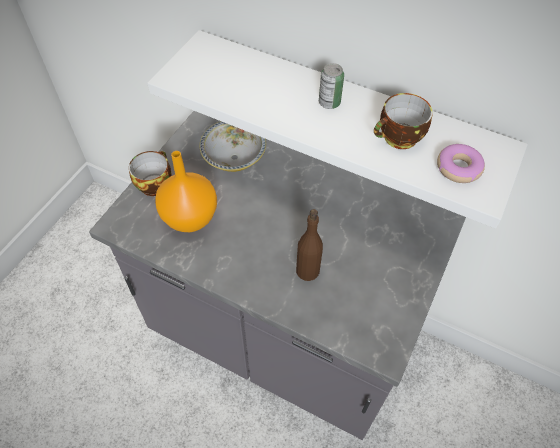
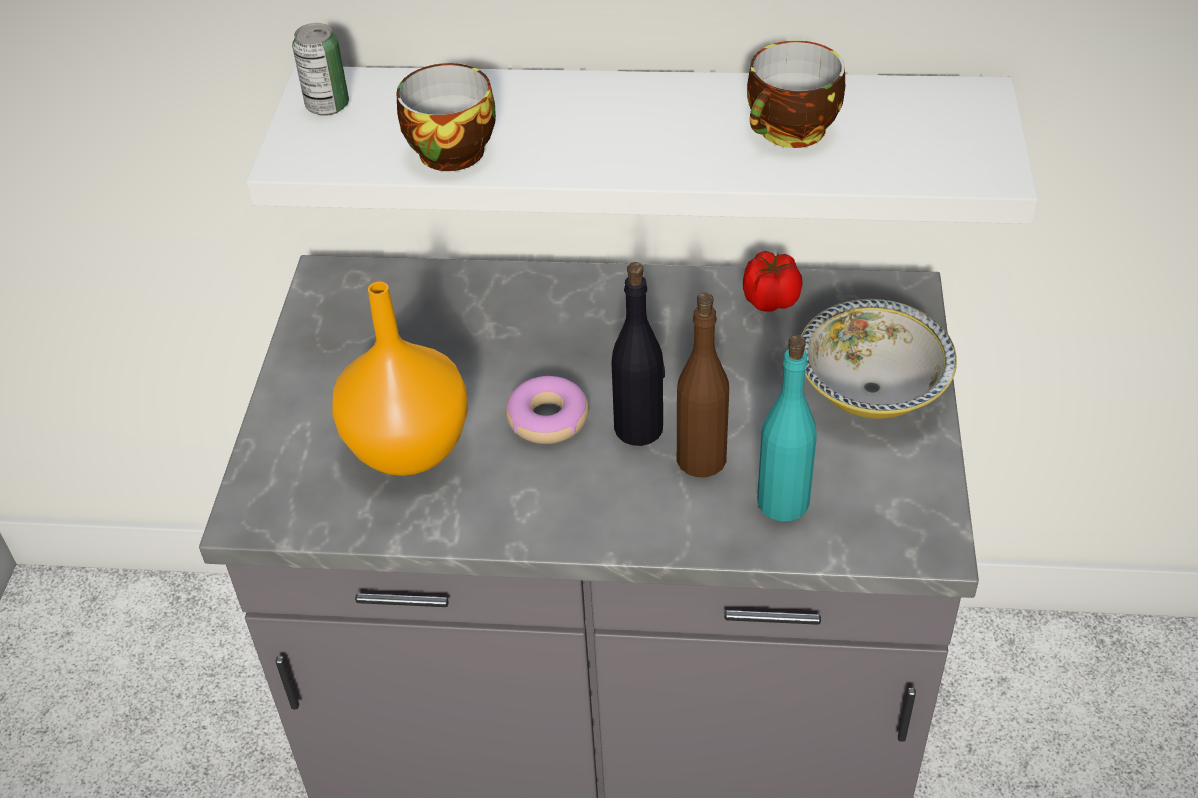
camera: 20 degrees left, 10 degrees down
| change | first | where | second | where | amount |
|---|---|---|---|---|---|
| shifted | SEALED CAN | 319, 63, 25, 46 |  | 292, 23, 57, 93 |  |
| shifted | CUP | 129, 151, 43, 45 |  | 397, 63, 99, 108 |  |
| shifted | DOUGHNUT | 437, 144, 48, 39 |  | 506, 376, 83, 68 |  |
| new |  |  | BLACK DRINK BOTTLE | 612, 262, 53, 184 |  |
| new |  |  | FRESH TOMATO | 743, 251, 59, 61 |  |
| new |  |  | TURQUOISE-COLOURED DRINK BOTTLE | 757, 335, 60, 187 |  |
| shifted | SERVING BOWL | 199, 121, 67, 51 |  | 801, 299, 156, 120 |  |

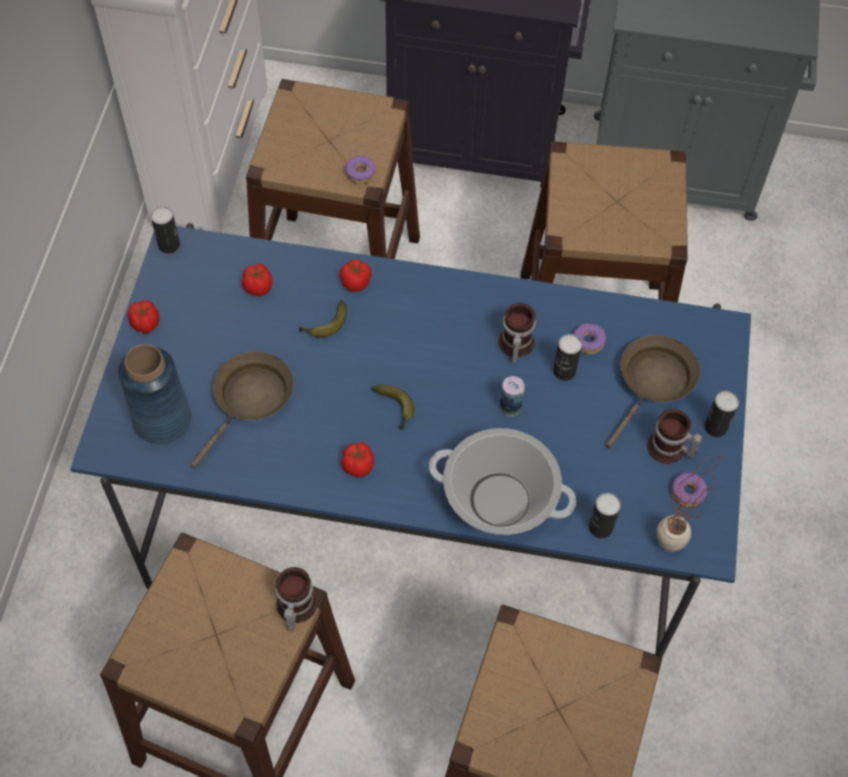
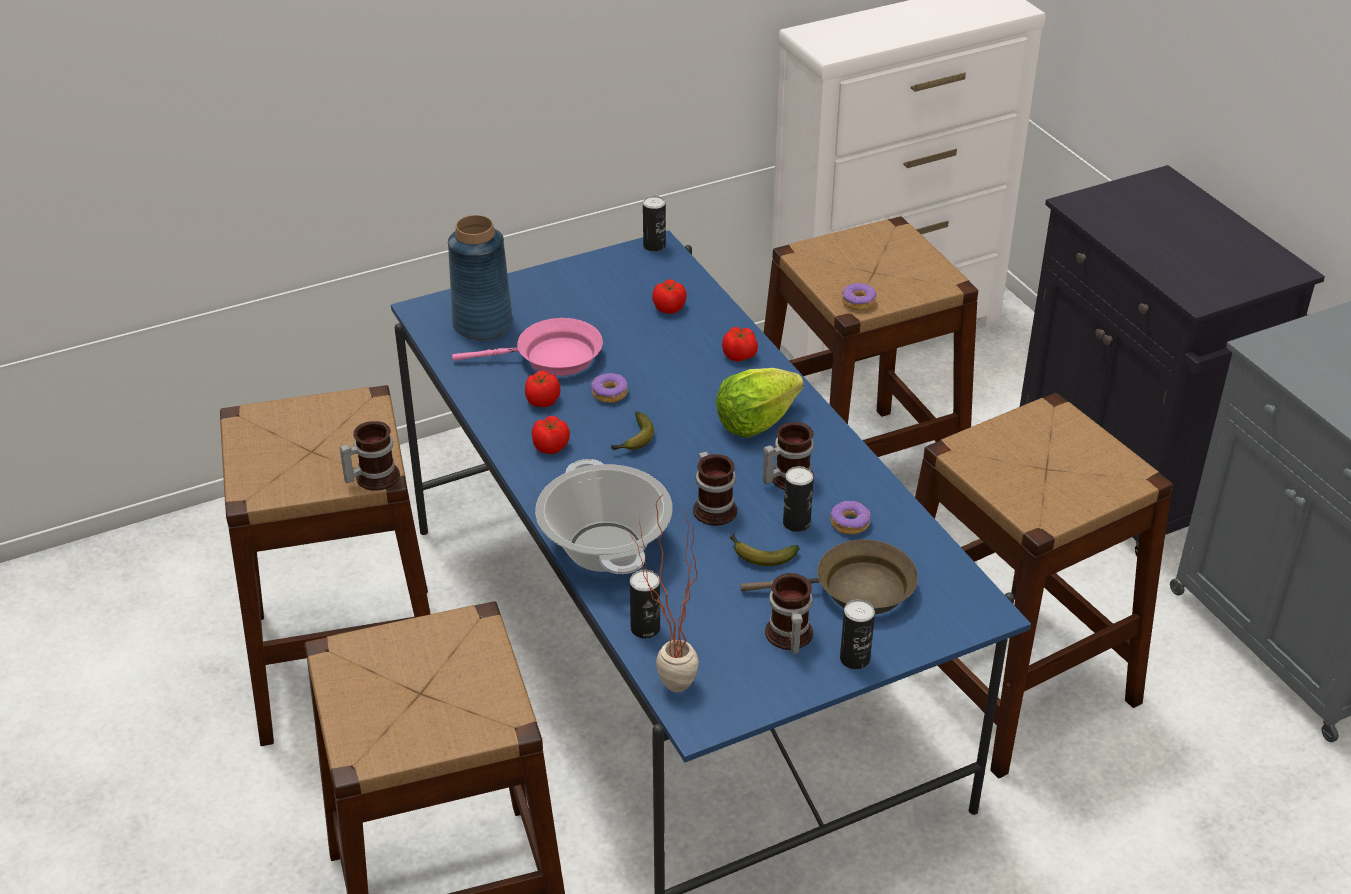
camera: 55 degrees right, 20 degrees down
| change | first | where | second | where | amount |
|---|---|---|---|---|---|
| repainted | BROWN PAN | 190, 351, 104, 118 | PINKISH PAN | 452, 318, 151, 58 |  |
| shifted | FRESH TOMATO | 128, 300, 31, 33 |  | 525, 371, 35, 36 |  |
| shifted | DOUGHNUT | 672, 473, 35, 34 |  | 591, 373, 37, 30 |  |
| swapped | SEALED CAN | 500, 376, 25, 40 | COFFEE MUG | 693, 451, 44, 75 |  |
| new |  |  | LETTUCE HEAD | 716, 368, 88, 70 |  |
| shifted | BANANA FRUIT | 299, 300, 48, 38 |  | 730, 533, 70, 33 |  |

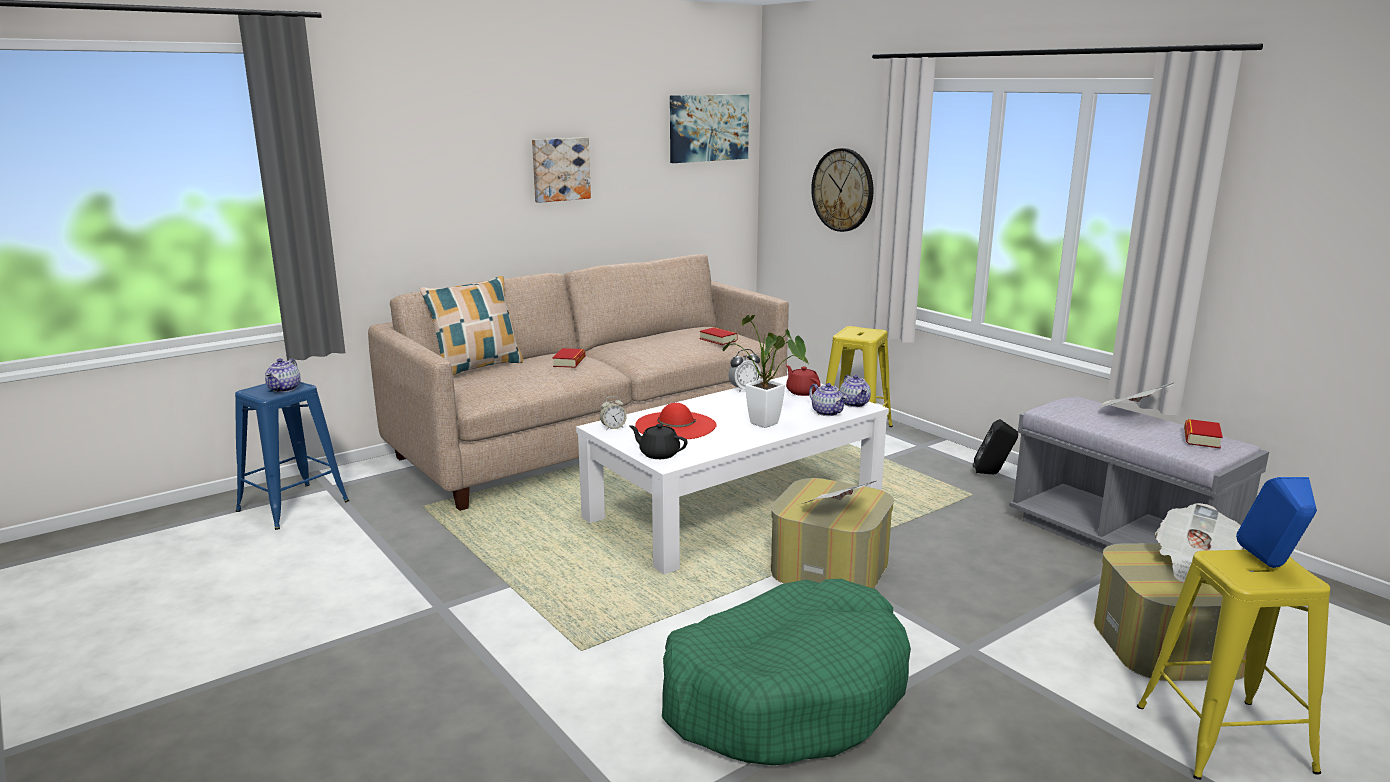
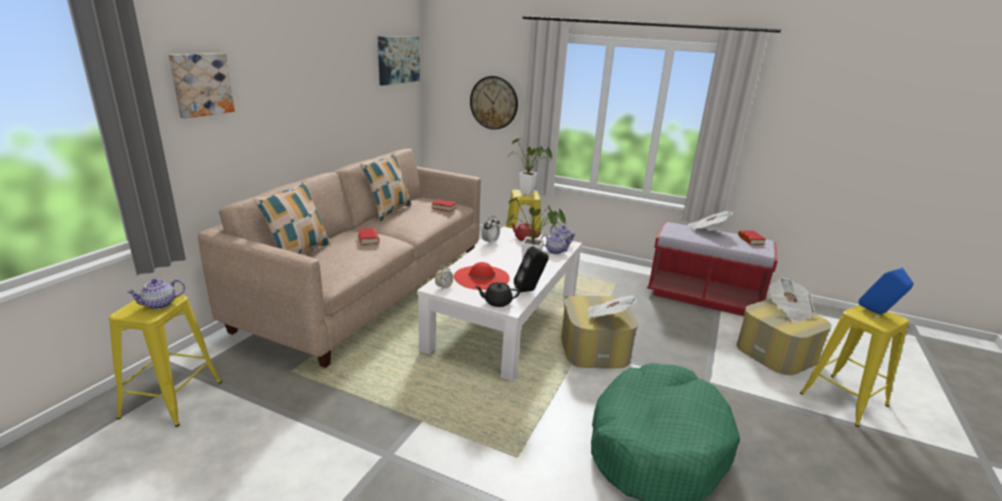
camera: 30 degrees left, 5 degrees up
| change | first | where | second | where | amount |
|---|---|---|---|---|---|
| repainted | BLUE STOOL SEAT | 235, 382, 114, 148 | YELLOW-COLOURED STOOL SEAT | 109, 295, 113, 132 |  |
| rotated | TEAPOT | 265, 358, 35, 34 |  | 126, 279, 59, 30 | 75 degrees clockwise |
| shifted | WALL PICTURE | 532, 137, 59, 66 |  | 169, 53, 66, 66 |  |
| new |  |  | THROW PILLOW | 360, 152, 52, 69 |  |
| new |  |  | HOUSEPLANT | 509, 138, 43, 57 |  |
| shifted | BLACK AUDIO SPEAKER | 973, 419, 45, 55 |  | 514, 246, 35, 46 |  |
| repainted | GREYISH BENCH | 1009, 396, 260, 158 | REDDISH BENCH | 647, 222, 131, 94 |  |

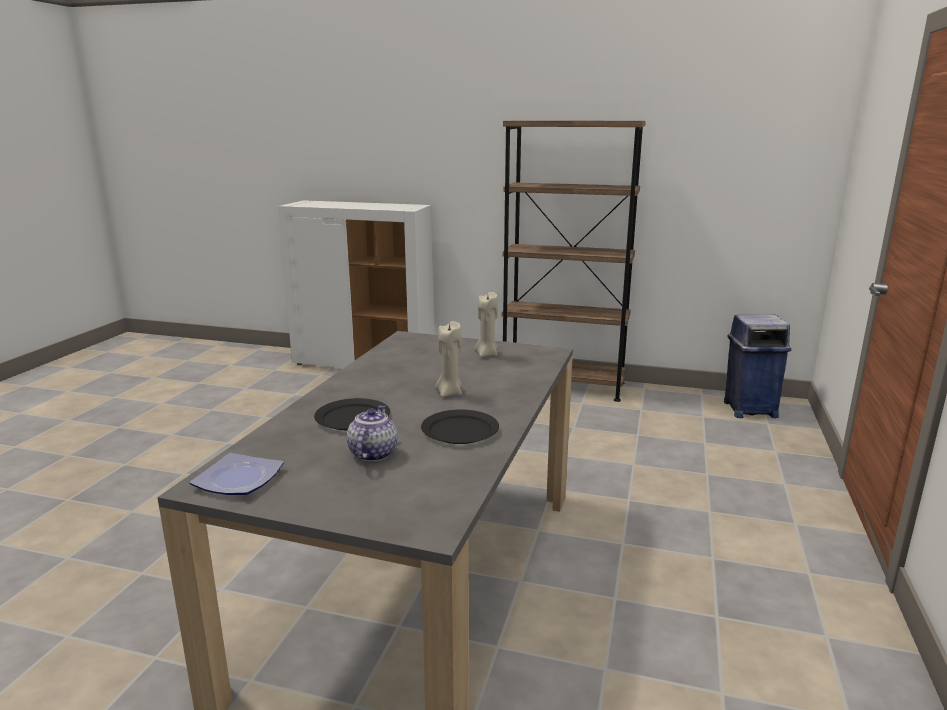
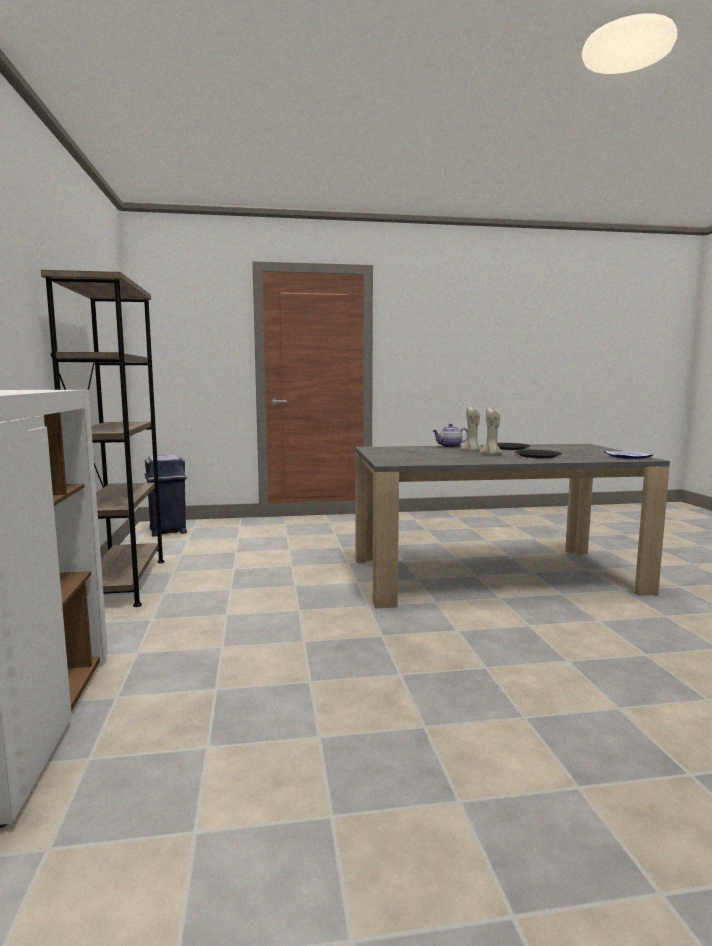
camera: 115 degrees left, 10 degrees down
| change | first | where | second | where | amount |
|---|---|---|---|---|---|
| shifted | TEAPOT | 347, 405, 50, 57 |  | 432, 424, 35, 24 |  |
| shifted | BEIGE-COLOURED WAX LIGHT | 474, 292, 24, 65 |  | 480, 408, 23, 47 |  |

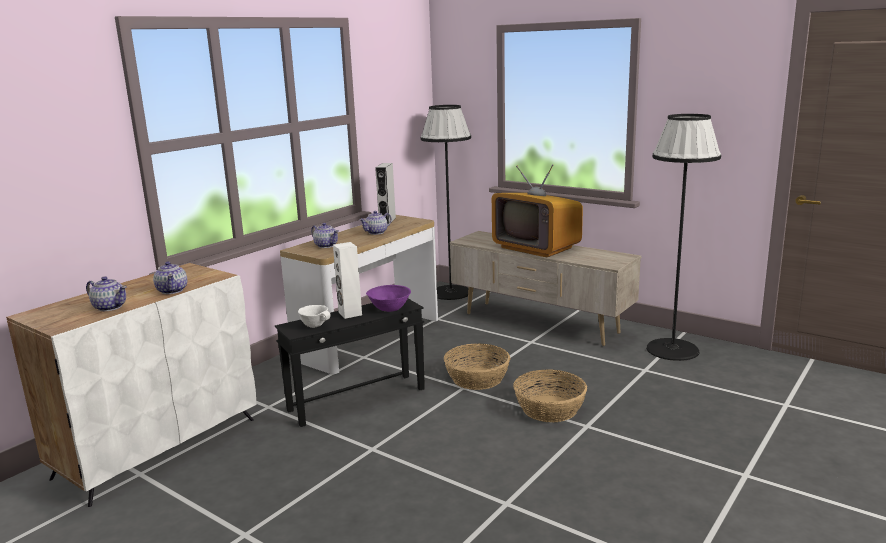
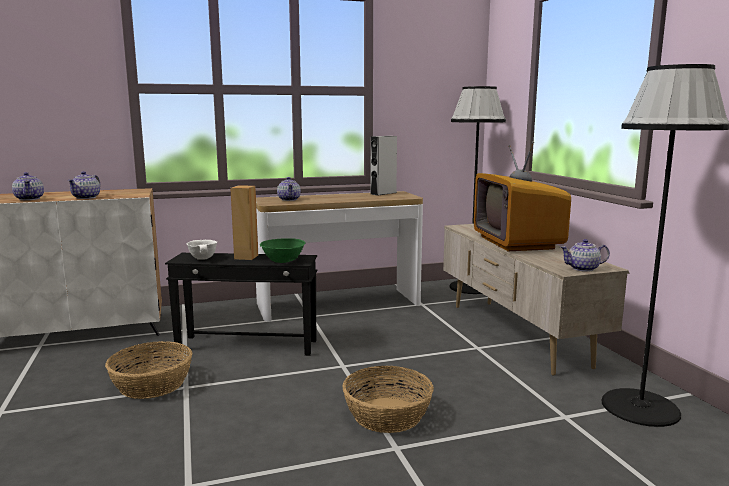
camera: 35 degrees right, 5 degrees down
| change | first | where | second | where | amount |
|---|---|---|---|---|---|
| shifted | BASKET | 444, 343, 66, 47 |  | 105, 341, 87, 58 |  |
| repainted | WHITISH AUDIO SPEAKER | 333, 242, 29, 77 | BROWN AUDIO SPEAKER | 230, 185, 28, 75 |  |
| repainted | PURPLE-COLOURED SERVING BOWL | 366, 285, 45, 27 | GREEN-COLOURED SERVING BOWL | 260, 238, 46, 25 |  |
| shifted | TEAPOT | 359, 211, 33, 24 |  | 560, 239, 50, 33 |  |

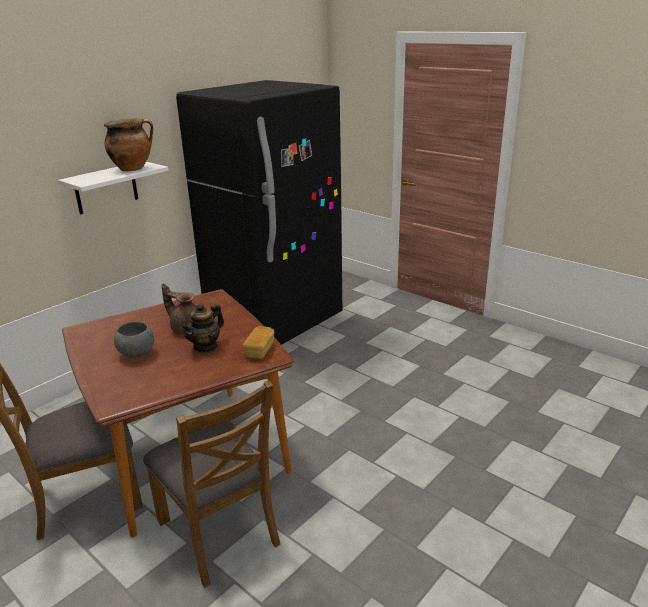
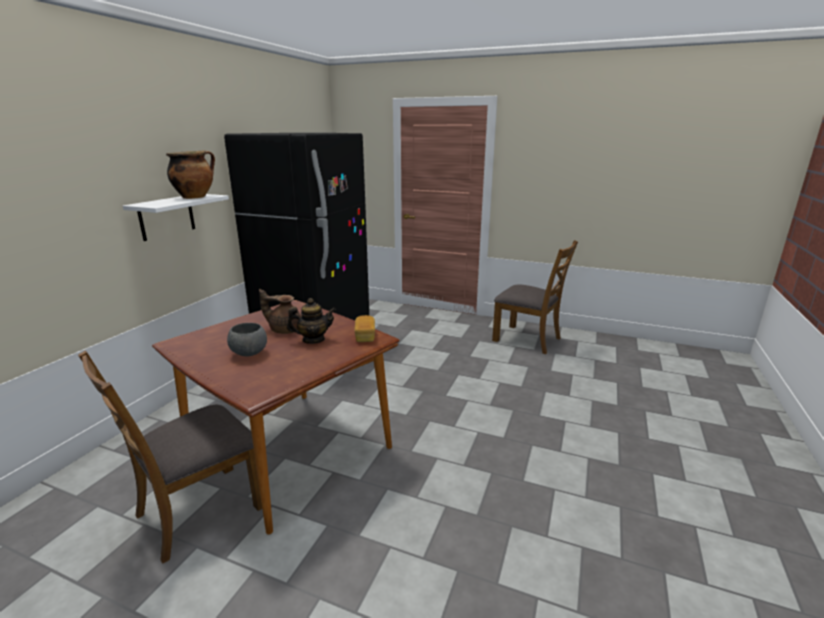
camera: 20 degrees left, 5 degrees down
| change | first | where | second | where | amount |
|---|---|---|---|---|---|
| rotated | TEAPOT | 180, 303, 44, 50 |  | 286, 298, 50, 46 | 120 degrees counterclockwise |
| shifted | BROWN PLAIN CHAIR | 143, 380, 138, 208 |  | 492, 240, 86, 114 |  |

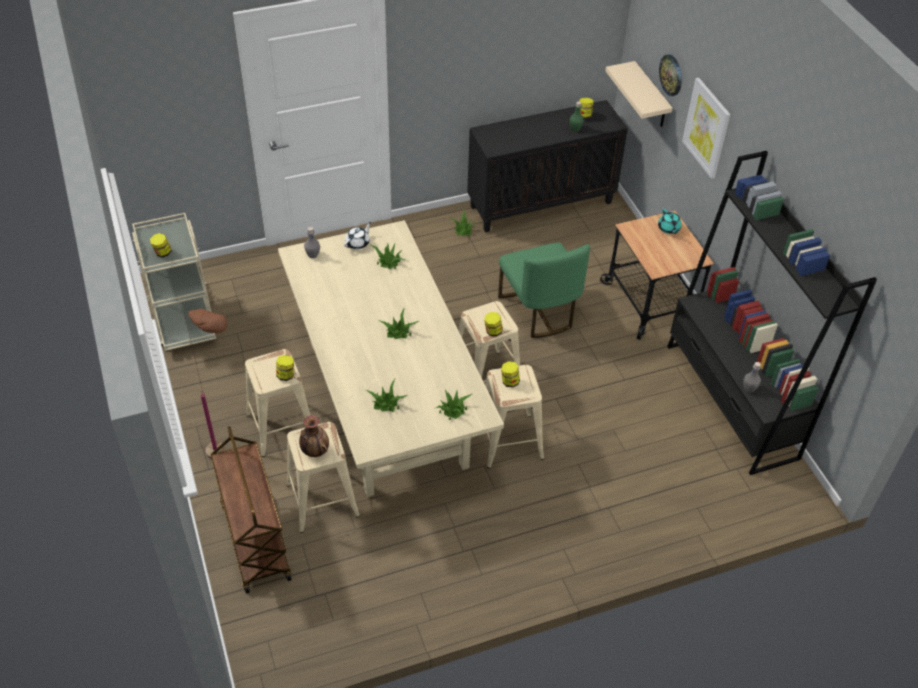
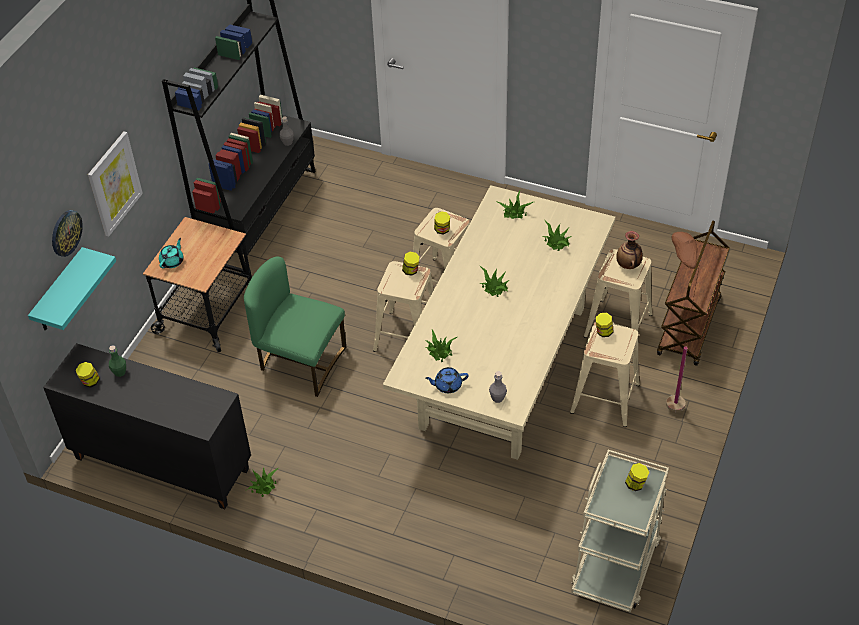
camera: 135 degrees left, 0 degrees up
| change | first | where | second | where | amount |
|---|---|---|---|---|---|
| repainted | BEIGE-COLOURED BRACKET SHELF | 605, 61, 68, 66 | TURQUOISE-COLOURED BRACKET SHELF | 28, 247, 88, 84 |  |
| rotated | GREEN-COLOURED PLAIN CHAIR | 498, 243, 92, 95 |  | 244, 257, 102, 140 | 90 degrees counterclockwise |
| repainted | WHITISH TEAPOT | 344, 222, 27, 27 | BLUE TEAPOT | 425, 367, 44, 26 |  |

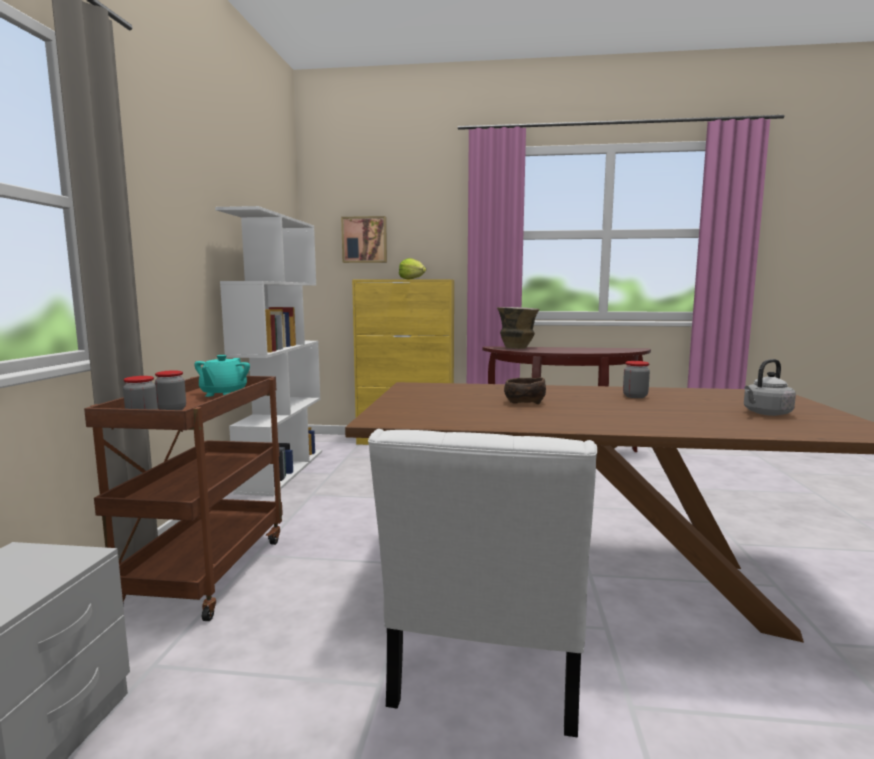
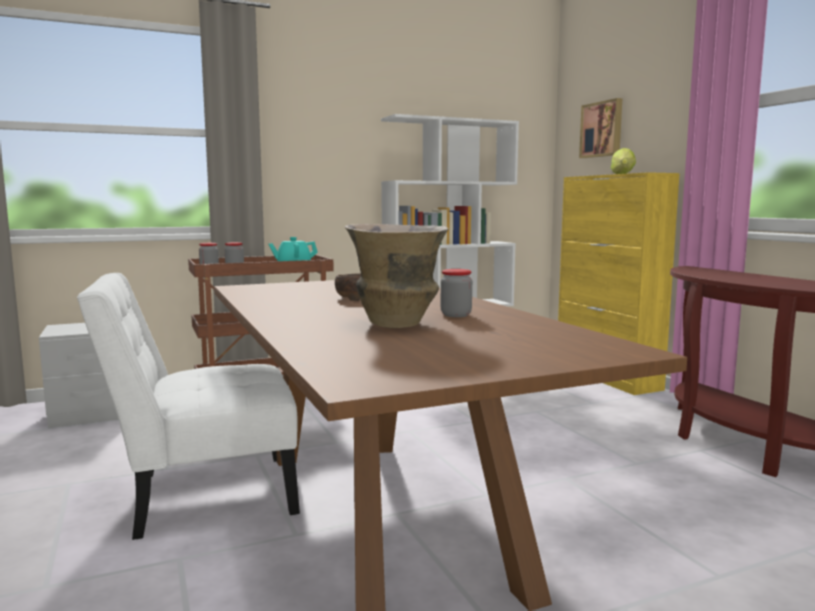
camera: 60 degrees right, 0 degrees up
| change | first | where | second | where | amount |
|---|---|---|---|---|---|
| shifted | FLOWER VASE | 497, 307, 43, 42 |  | 345, 224, 104, 104 |  |
| gone | GREYISH TEA KETTLE | 744, 359, 52, 57 |  |  |  |

